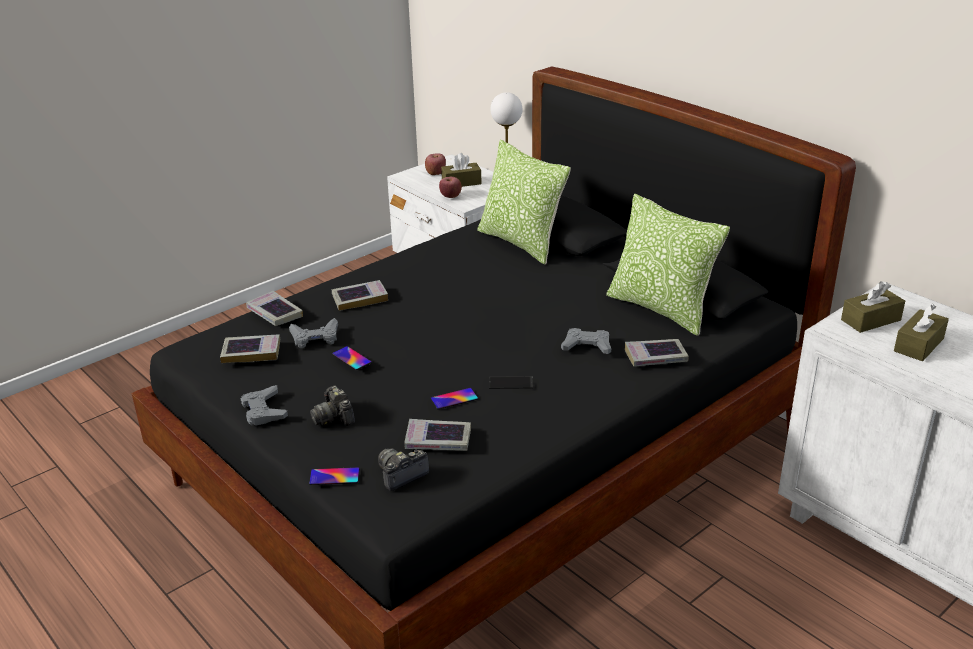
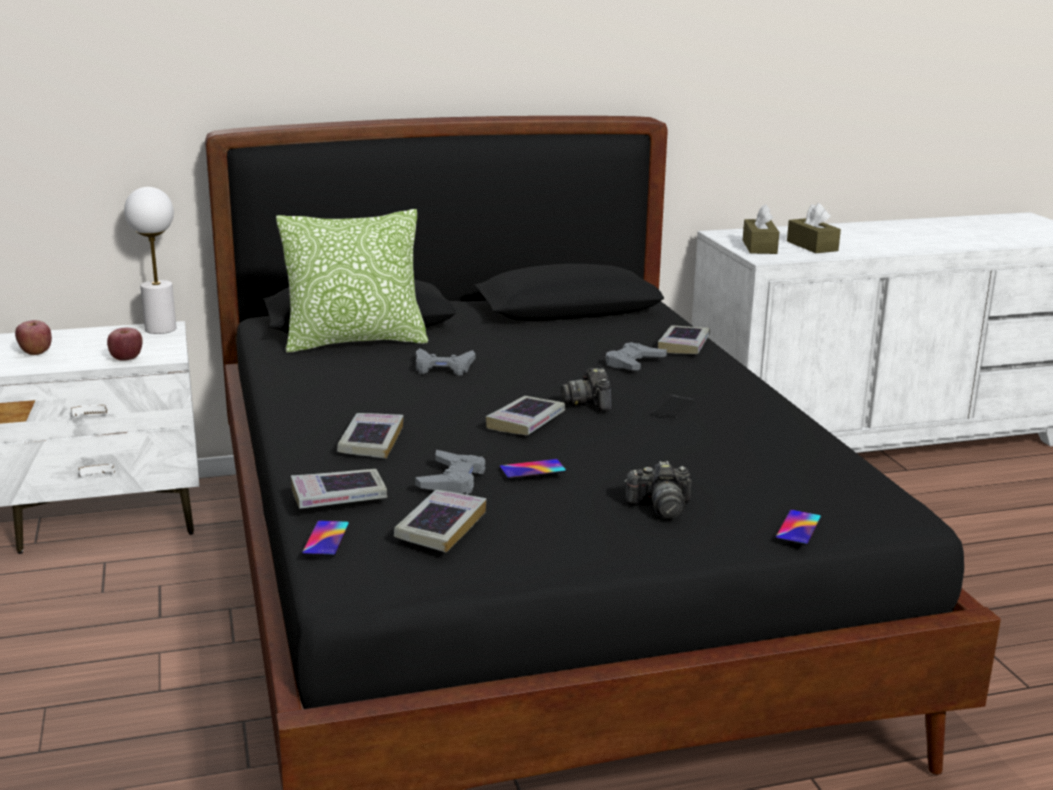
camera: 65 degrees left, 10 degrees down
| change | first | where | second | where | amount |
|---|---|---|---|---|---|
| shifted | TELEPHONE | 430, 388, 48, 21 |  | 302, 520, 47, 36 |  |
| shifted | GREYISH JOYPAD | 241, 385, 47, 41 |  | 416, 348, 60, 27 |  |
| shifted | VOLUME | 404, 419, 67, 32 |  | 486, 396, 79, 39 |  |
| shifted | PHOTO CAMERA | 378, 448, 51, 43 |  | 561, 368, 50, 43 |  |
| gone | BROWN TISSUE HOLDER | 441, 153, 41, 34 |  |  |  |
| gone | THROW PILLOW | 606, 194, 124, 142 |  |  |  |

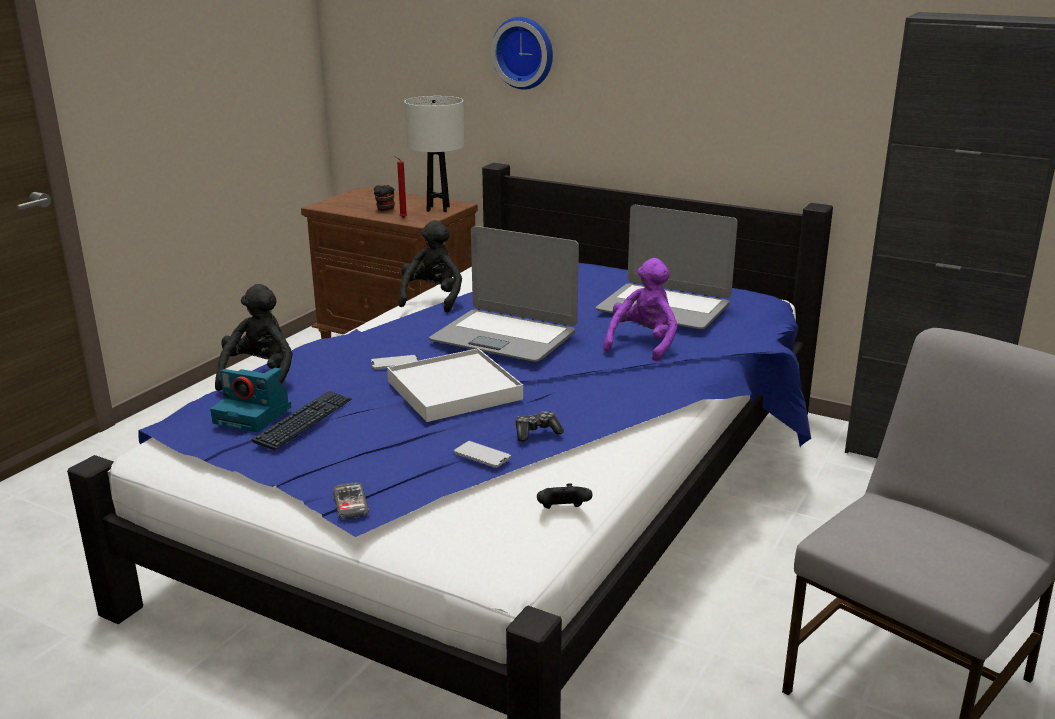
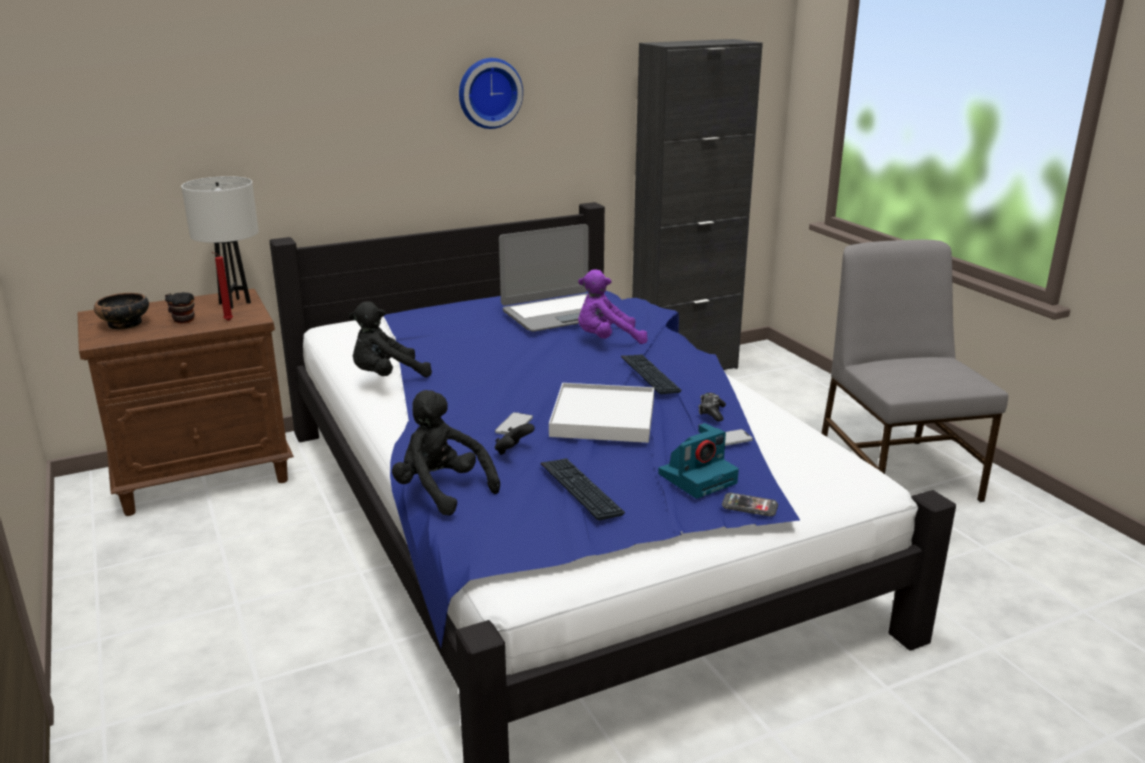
camera: 55 degrees left, 0 degrees up
| change | first | where | second | where | amount |
|---|---|---|---|---|---|
| new |  |  | SERVING BOWL | 94, 293, 55, 36 |  |
| rotated | BLACK SOFT TOY | 398, 220, 64, 93 |  | 348, 301, 84, 76 | 75 degrees counterclockwise |
| shifted | WALL CLOCK | 491, 17, 62, 73 |  | 459, 58, 64, 71 |  |
| shifted | BLACK JOYPAD | 537, 483, 55, 26 |  | 495, 423, 40, 32 |  |
| rotated | PURPLE-COLOURED SOFT TOY | 603, 258, 75, 103 |  | 578, 269, 70, 75 | 75 degrees counterclockwise |
| new |  |  | PC KEYBOARD | 621, 354, 61, 40 |  |
| shifted | PHOTO CAMERA | 210, 368, 82, 64 |  | 658, 423, 81, 76 |  |
| gone | PORTABLE COMPUTER | 429, 226, 150, 136 |  |  |  |

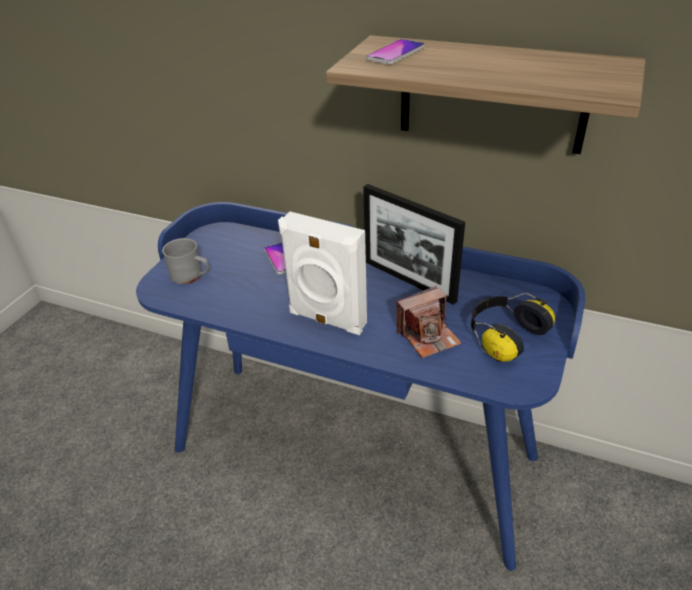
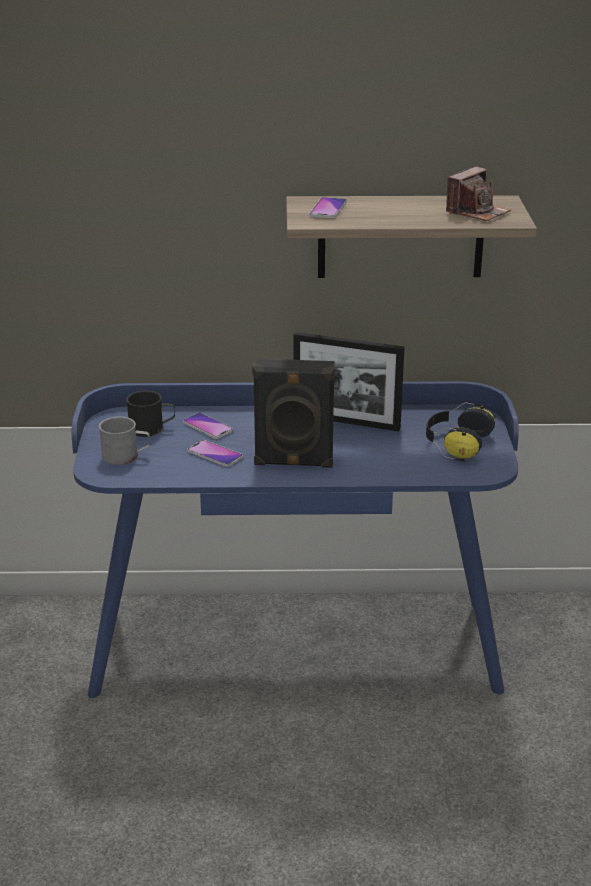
camera: 25 degrees left, 10 degrees down
| change | first | where | second | where | amount |
|---|---|---|---|---|---|
| new |  |  | BLACK COFFEE MUG | 126, 390, 49, 47 |  |
| new |  |  | TELEPHONE | 188, 440, 55, 27 |  |
| repainted | WHITISH AUDIO SPEAKER | 278, 212, 89, 123 | BLACK AUDIO SPEAKER | 252, 359, 83, 109 |  |
| shifted | PHOTO CAMERA | 397, 286, 64, 72 |  | 446, 166, 65, 55 |  |

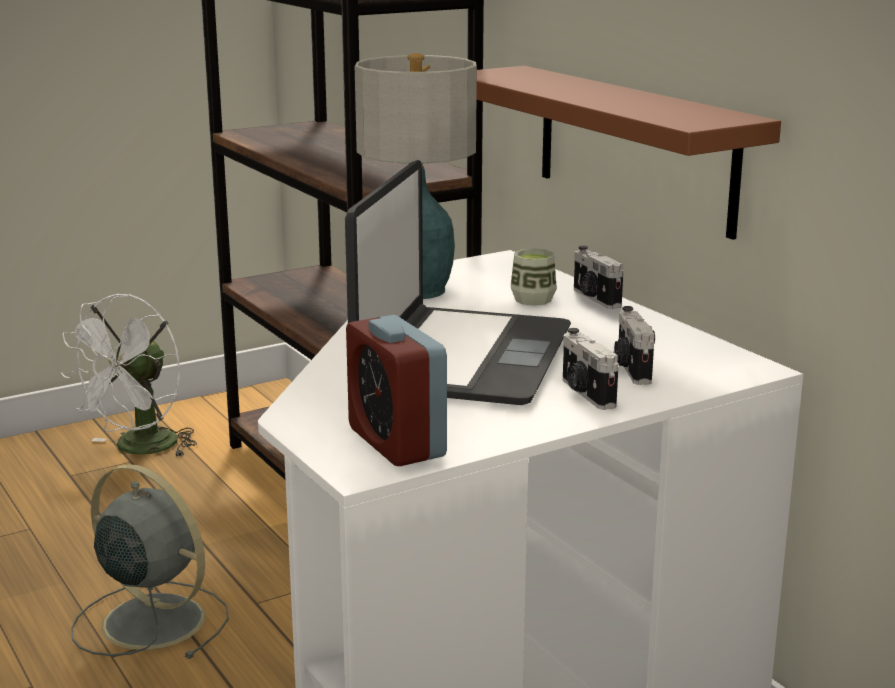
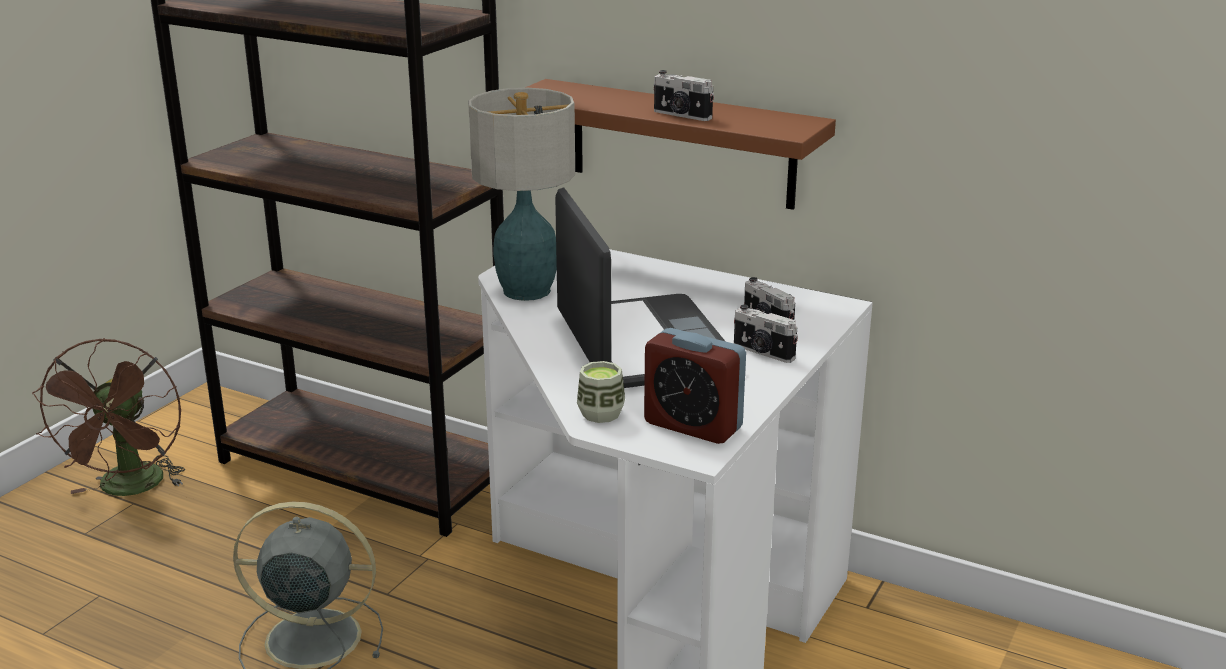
camera: 30 degrees left, 5 degrees up
| change | first | where | second | where | amount |
|---|---|---|---|---|---|
| repainted | WHITISH FAN | 61, 294, 136, 163 | BROWN FAN | 32, 338, 153, 158 |  |
| shifted | CUP | 511, 248, 46, 58 |  | 577, 361, 48, 62 |  |
| shifted | PHOTO CAMERA | 574, 245, 49, 64 |  | 654, 70, 60, 51 |  |

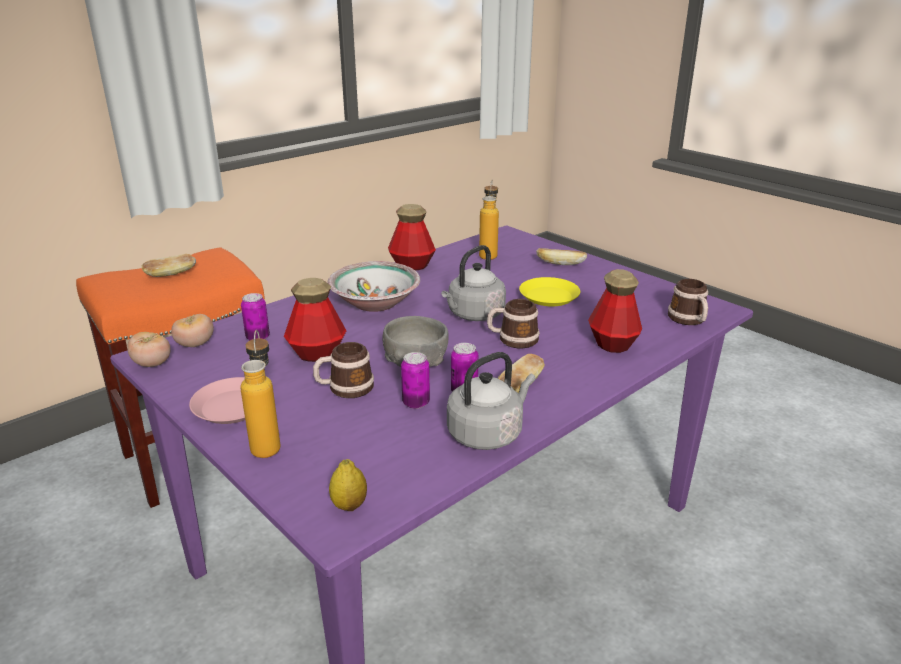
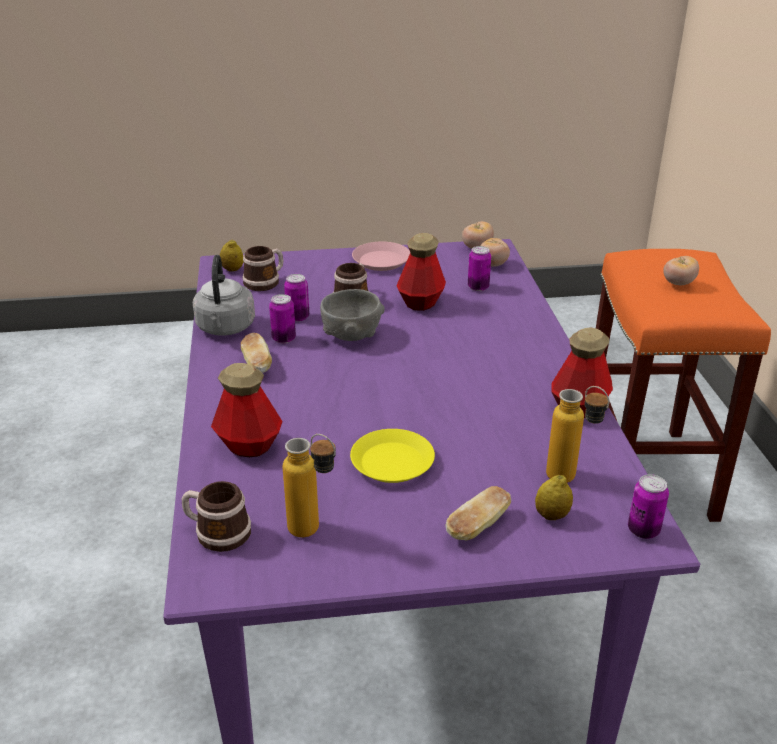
camera: 125 degrees right, 5 degrees up
| change | first | where | second | where | amount |
|---|---|---|---|---|---|
| shifted | COFFEE MUG | 487, 299, 53, 49 |  | 242, 246, 41, 45 |  |
| shifted | DRINK BOTTLE | 241, 330, 40, 128 |  | 283, 434, 53, 104 |  |
| new |  |  | WHOLE LEMON | 535, 475, 38, 45 |  |
| new |  |  | SEALED CAN | 628, 474, 41, 65 |  |
| swapped | BAKED BREAD | 142, 254, 54, 23 | FRESH TOMATO | 663, 256, 36, 29 |  |
| gone | SERVING BOWL | 327, 261, 93, 51 |  |  |  |
| gone | GREYISH TEA KETTLE | 441, 245, 65, 76 |  |  |  |

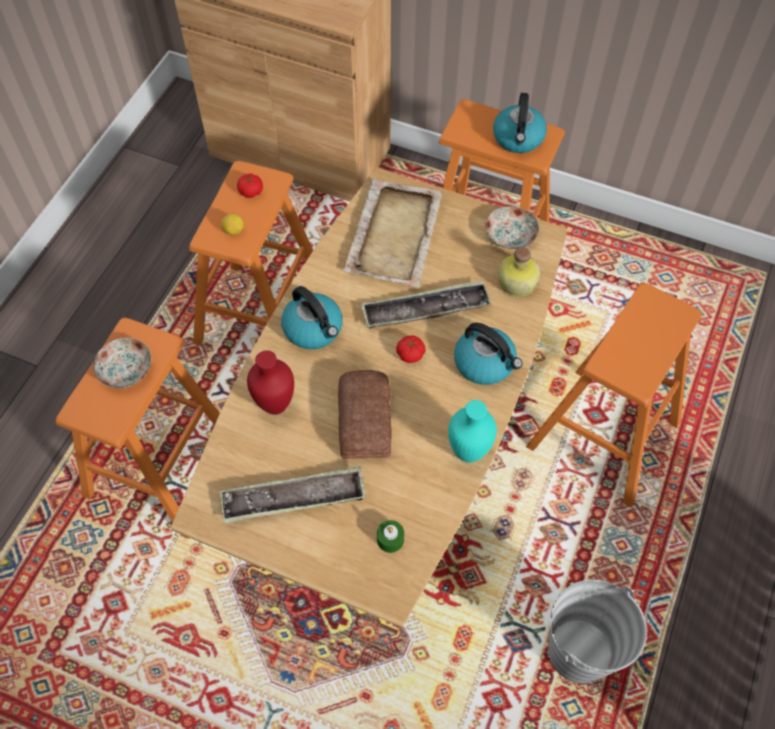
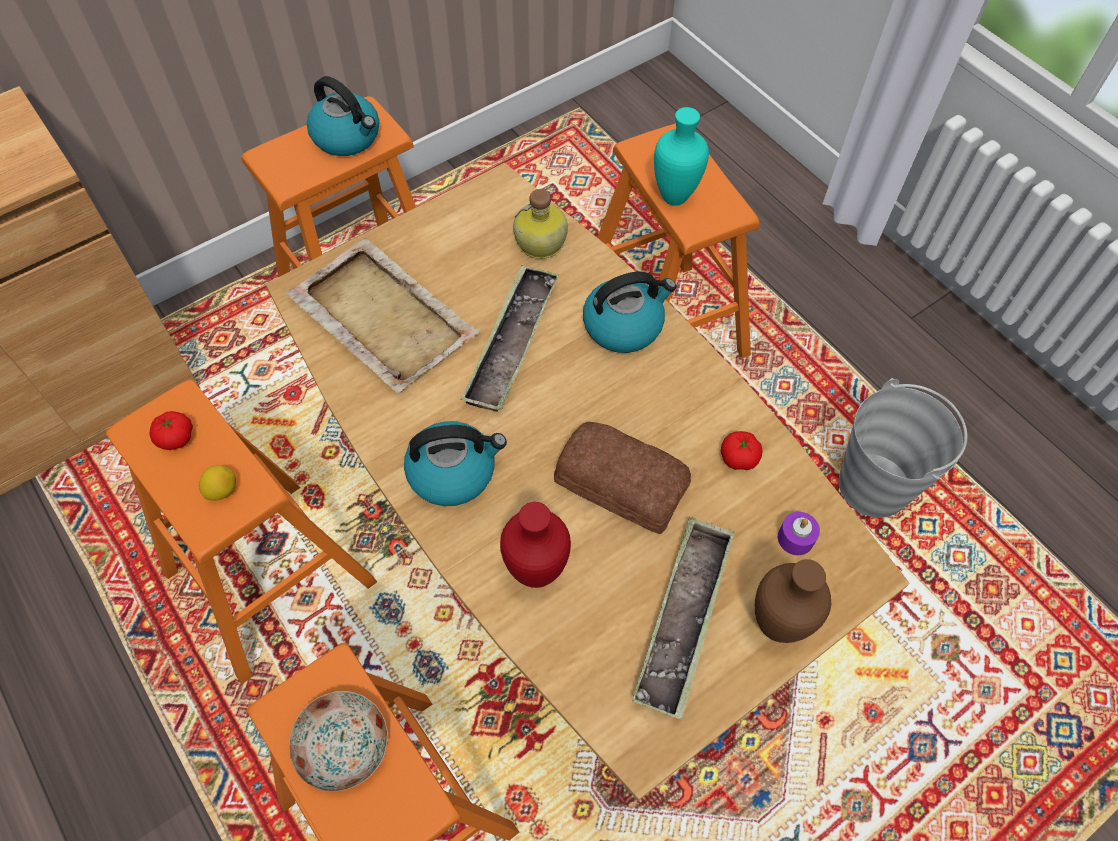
camera: 60 degrees left, 0 degrees up
| change | first | where | second | where | amount |
|---|---|---|---|---|---|
| shifted | TURQUOISE-COLOURED FLOWER VASE | 448, 400, 49, 63 |  | 654, 107, 55, 99 |  |
| shifted | FRESH TOMATO | 396, 335, 30, 28 |  | 721, 431, 42, 39 |  |
| new |  |  | BROWN FLOWER VASE | 755, 559, 76, 84 |  |
| repainted | GREEN-COLOURED WAX LIGHT | 377, 520, 27, 33 | PURPLE-COLOURED WAX LIGHT | 778, 512, 42, 43 |  |
| gone | FLAT DISH | 485, 206, 54, 43 |  |  |  |

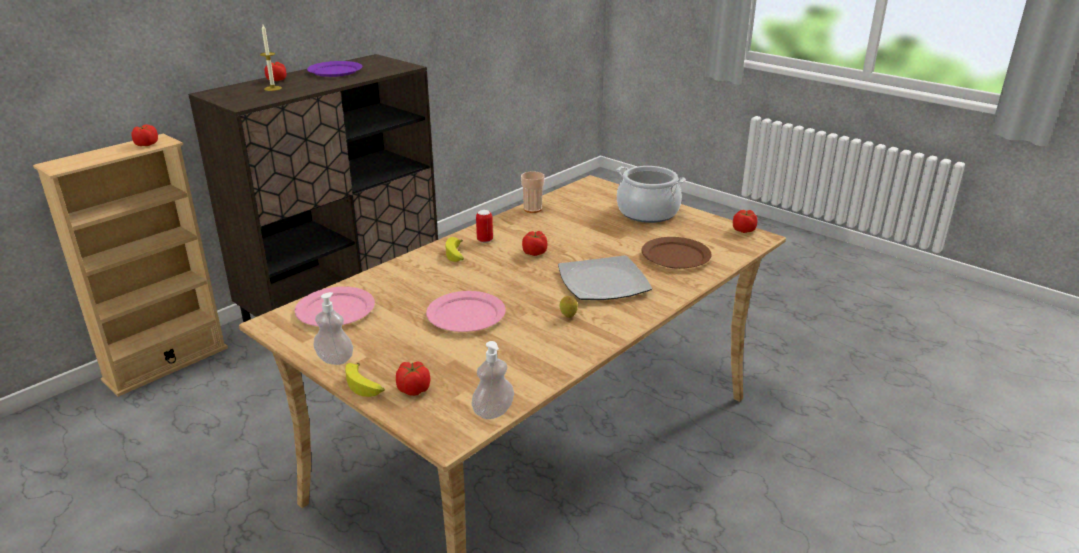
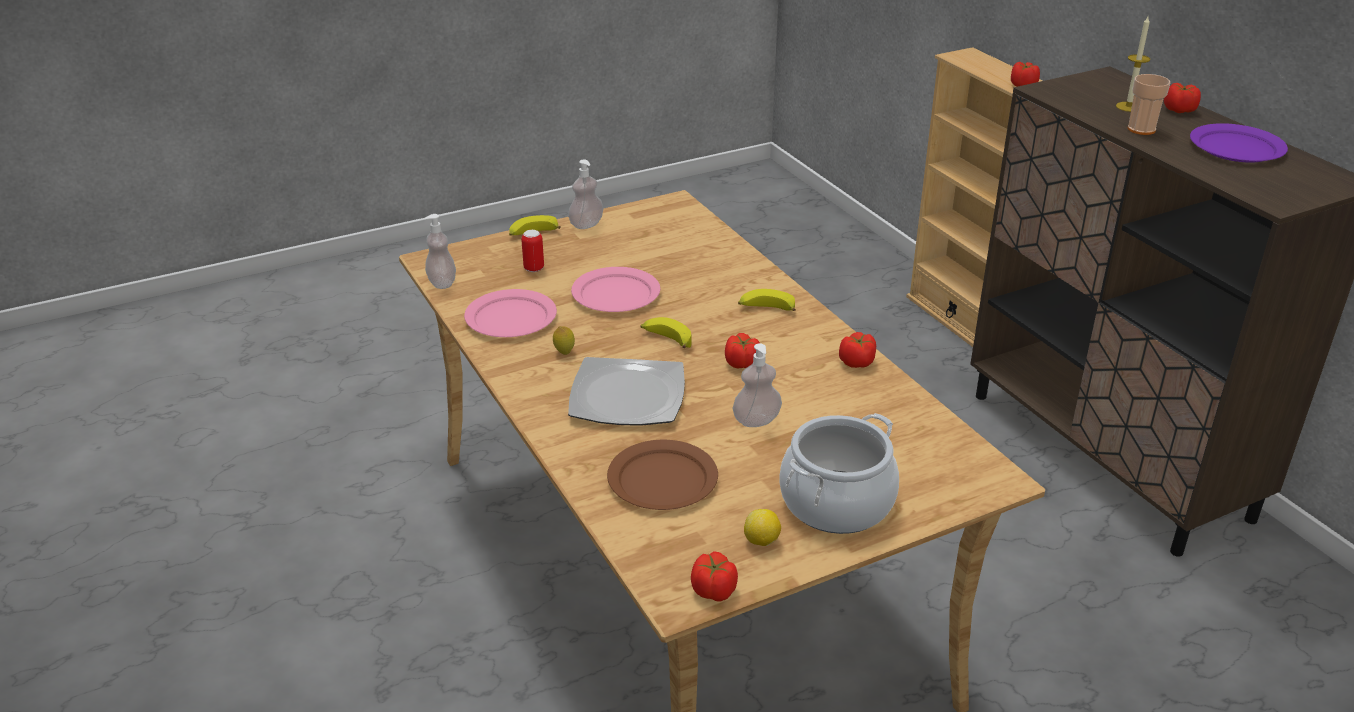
camera: 110 degrees right, 5 degrees up
| change | first | where | second | where | amount |
|---|---|---|---|---|---|
| shifted | PINKISH FLAT DISH | 295, 287, 80, 39 |  | 464, 289, 93, 48 |  |
| shifted | SEALED CAN | 476, 210, 17, 33 |  | 521, 230, 23, 42 |  |
| new |  |  | BANANA FRUIT | 641, 317, 51, 31 |  |
| new |  |  | SOAP BOTTLE | 732, 343, 50, 84 |  |
| new |  |  | WHOLE LEMON | 744, 509, 37, 37 |  |
| shifted | FRESH TOMATO | 396, 362, 34, 34 |  | 839, 332, 37, 36 |  |
| shifted | CUP | 521, 171, 24, 42 |  | 1128, 74, 42, 61 |  |

